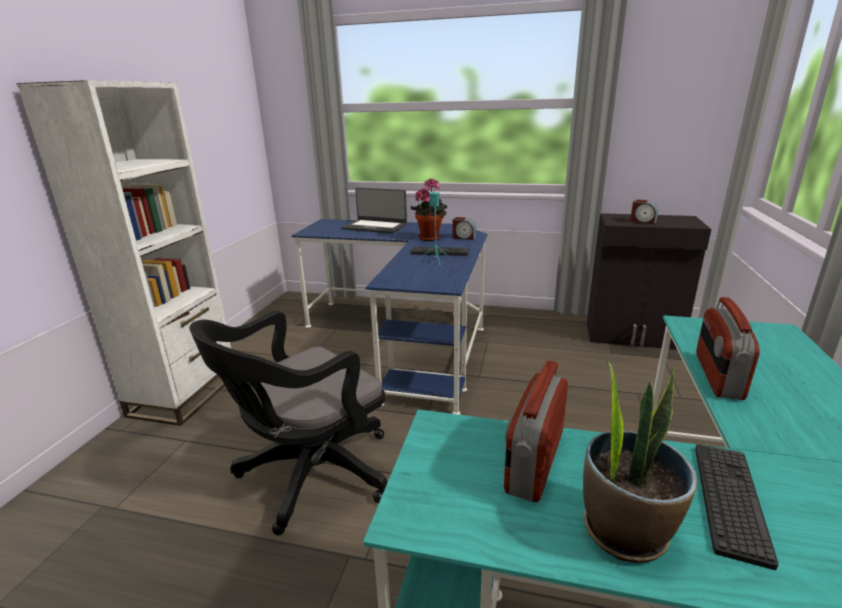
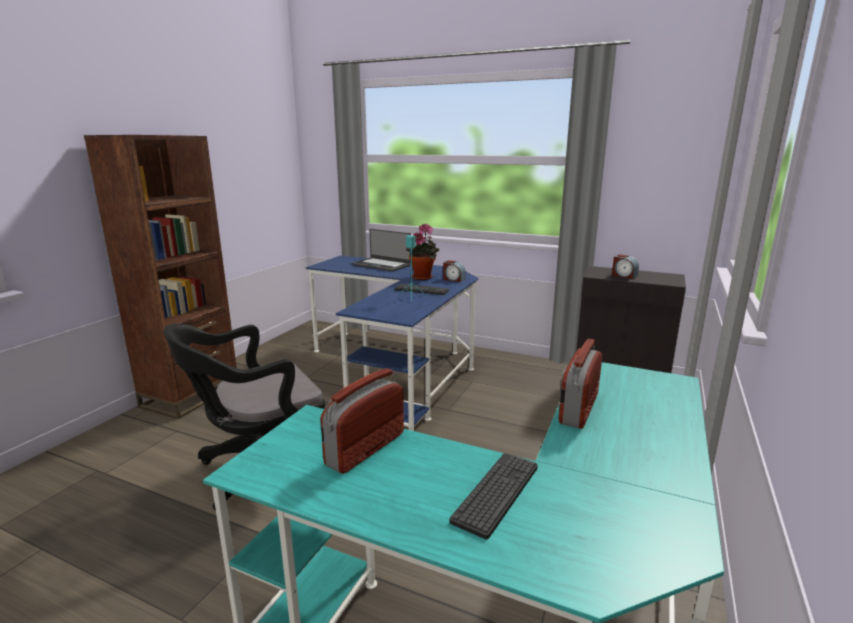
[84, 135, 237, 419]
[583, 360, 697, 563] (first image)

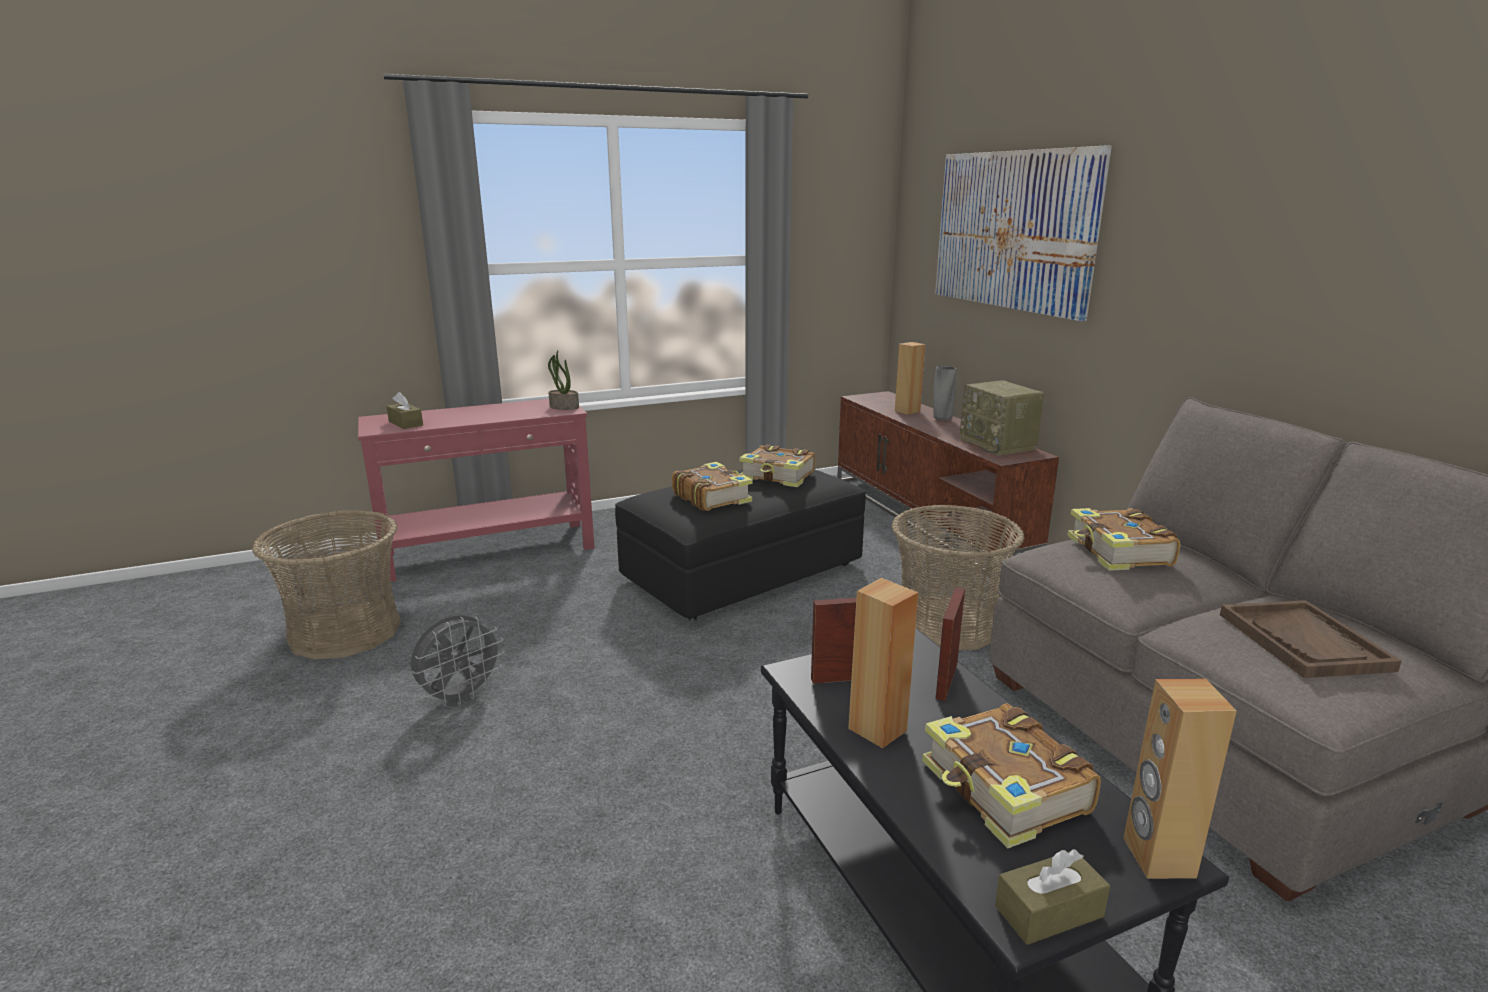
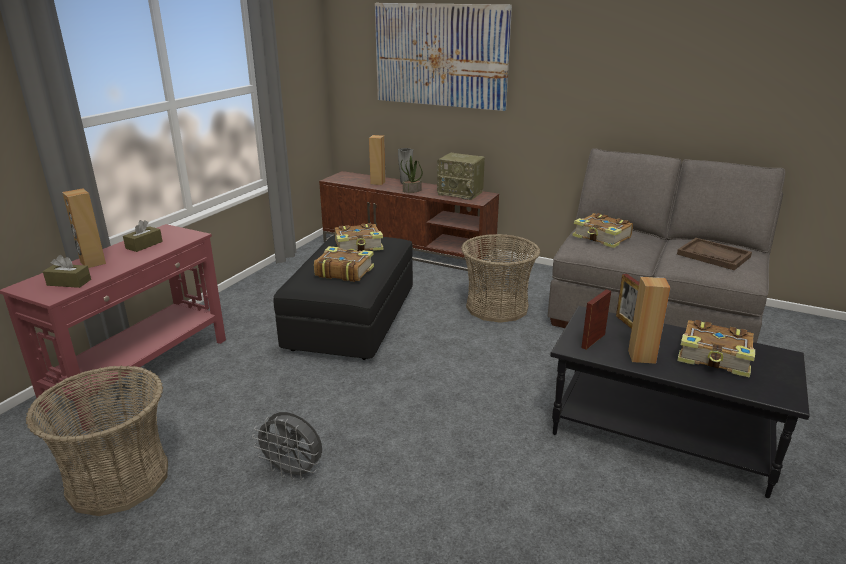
[252, 412, 322, 480]
[401, 156, 423, 193]
[123, 220, 163, 252]
[62, 189, 106, 268]

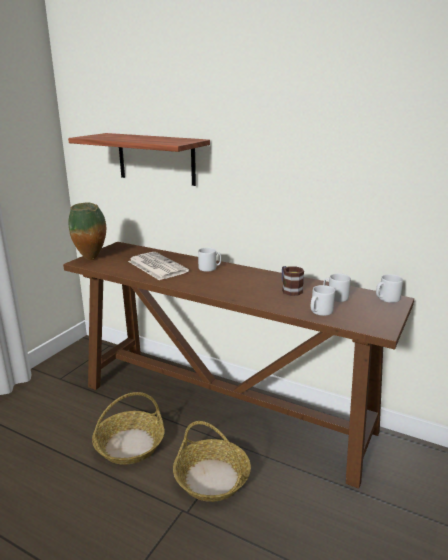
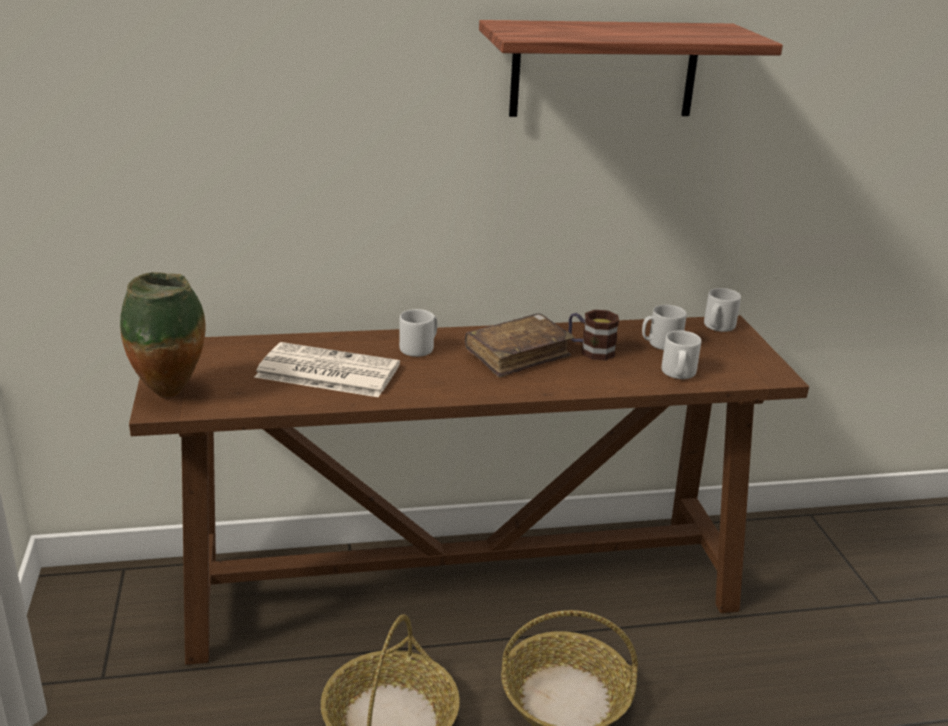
[479, 20, 783, 117]
[465, 313, 574, 378]

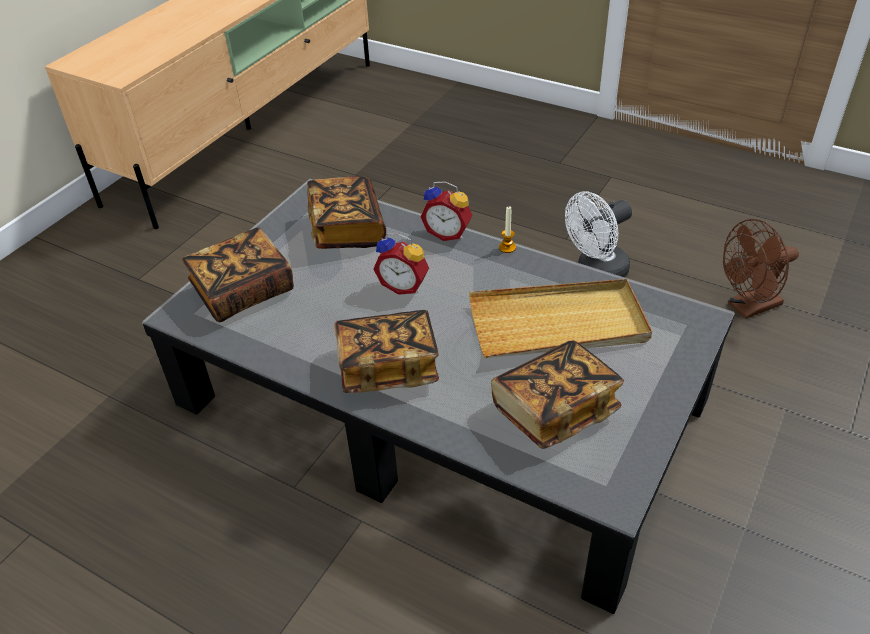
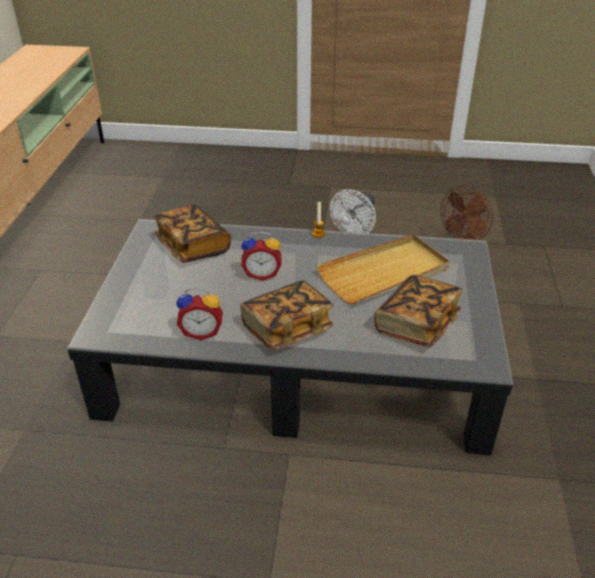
[182, 227, 294, 322] (first image)
[176, 288, 223, 340]

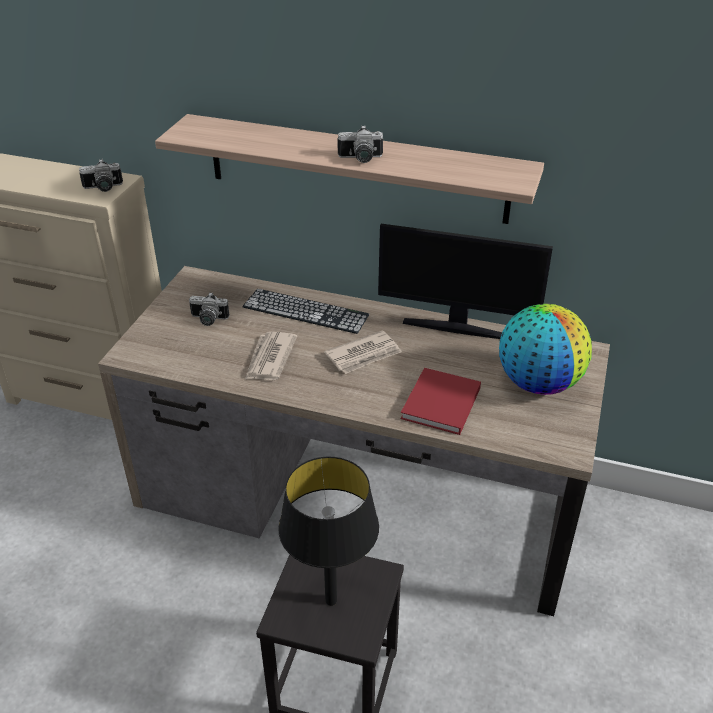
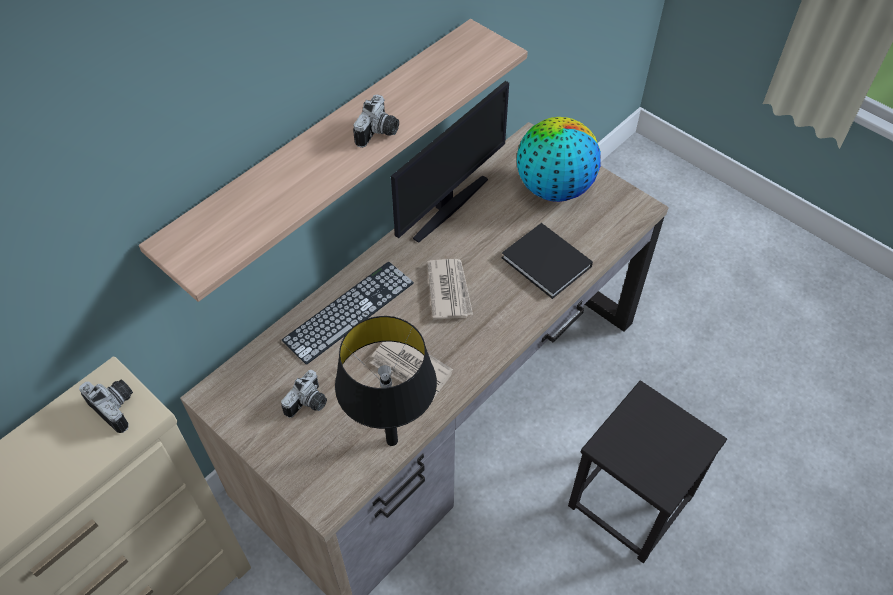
[79, 380, 133, 433]
[335, 316, 437, 446]
[501, 223, 593, 299]

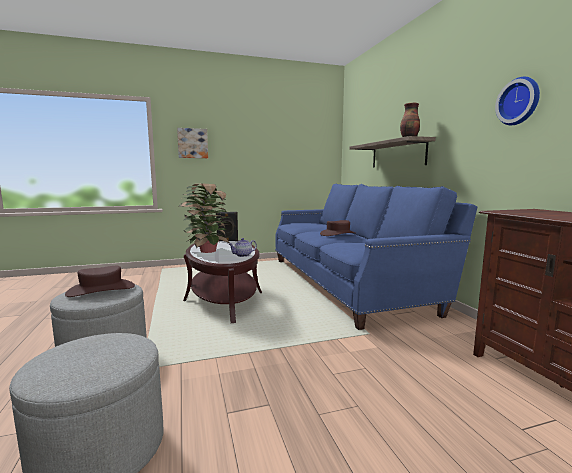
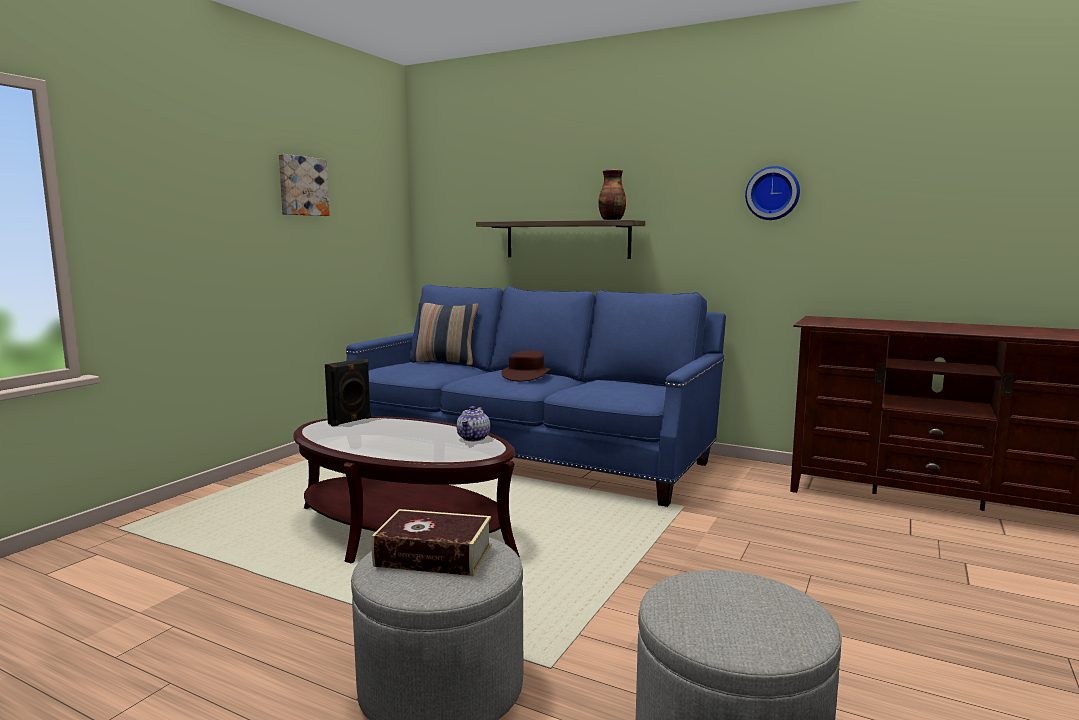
[372, 509, 492, 576]
[279, 154, 330, 216]
[179, 184, 230, 253] (first image)
[412, 302, 479, 366]

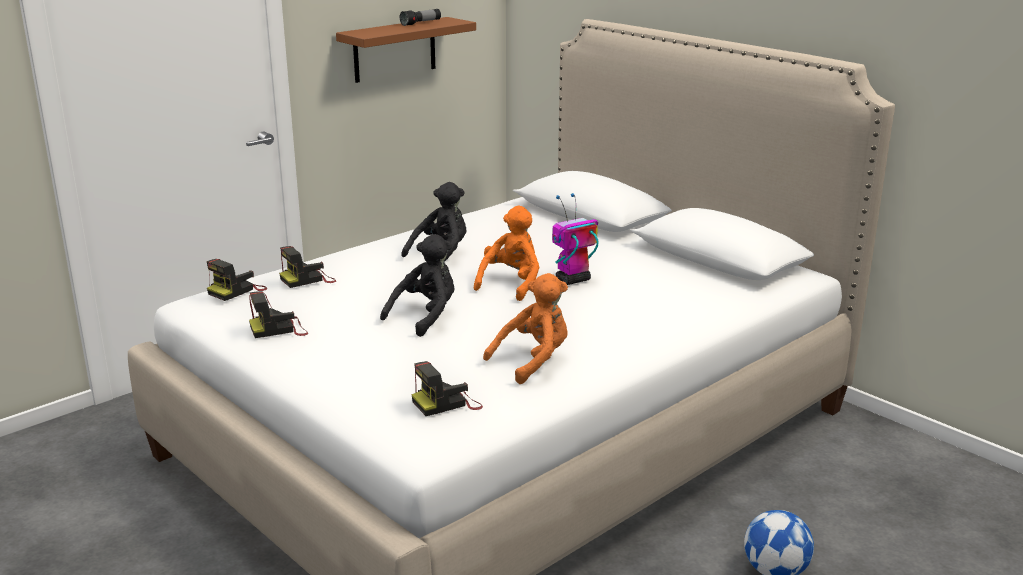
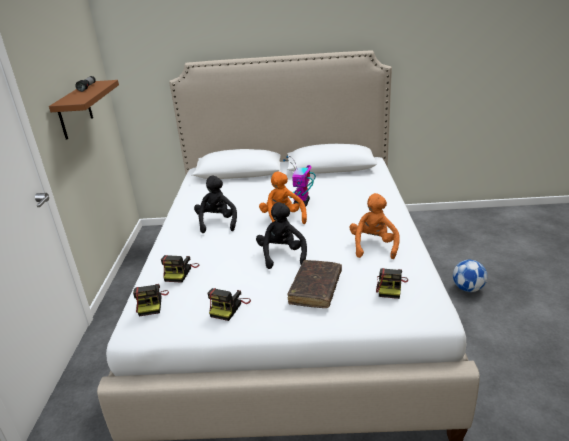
[287, 260, 342, 308]

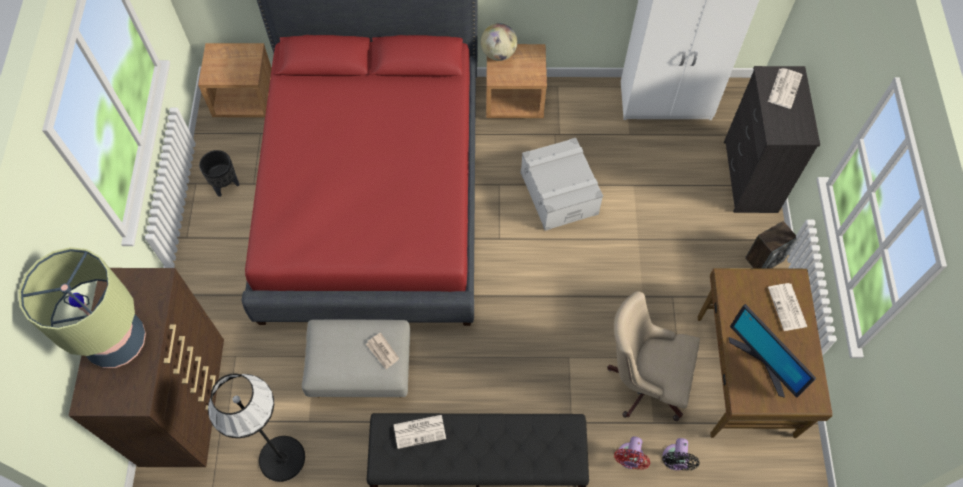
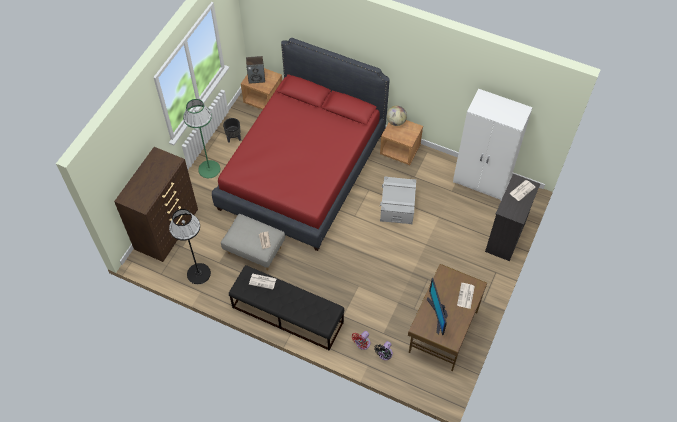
[18, 247, 146, 368] (first image)
[607, 291, 700, 421] (first image)
[246, 56, 265, 84]
[183, 99, 220, 178]

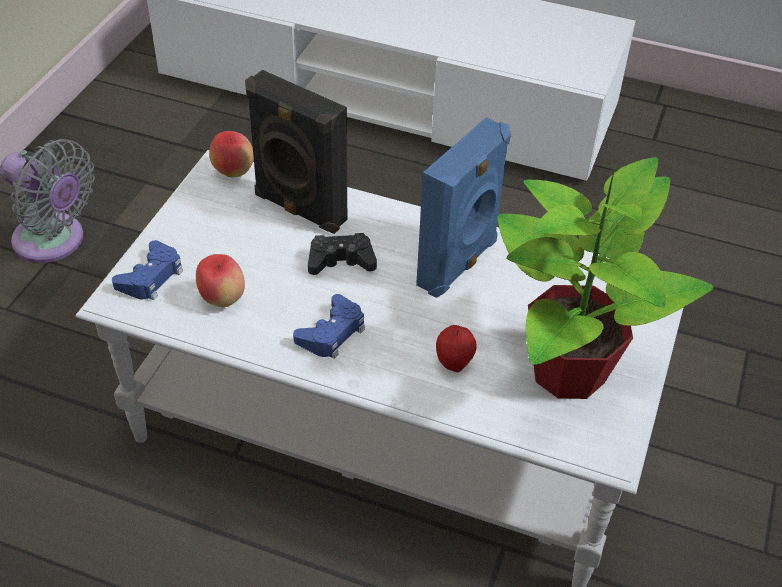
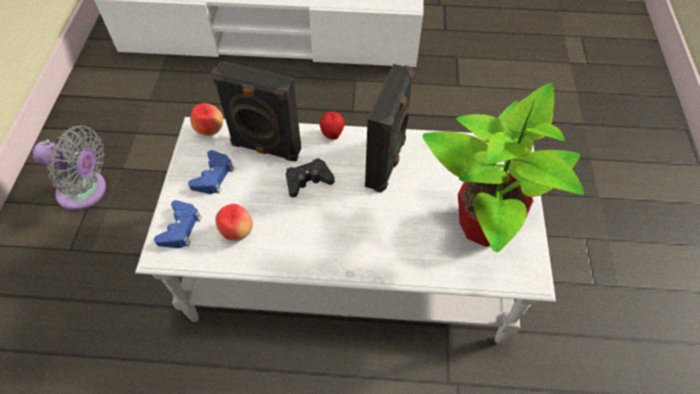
[188, 150, 234, 194]
[365, 64, 414, 193]
[320, 111, 344, 140]

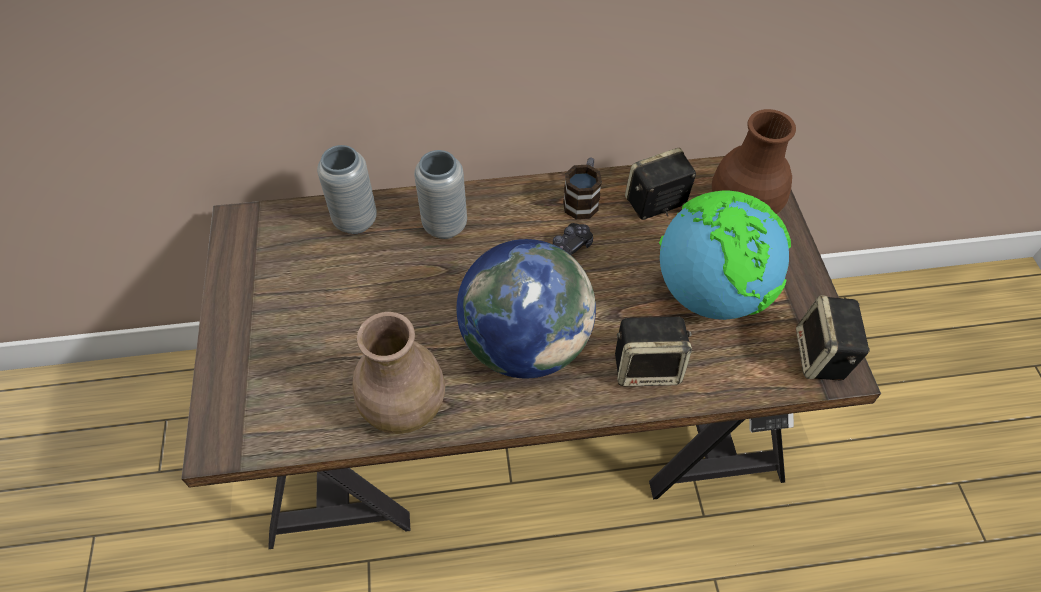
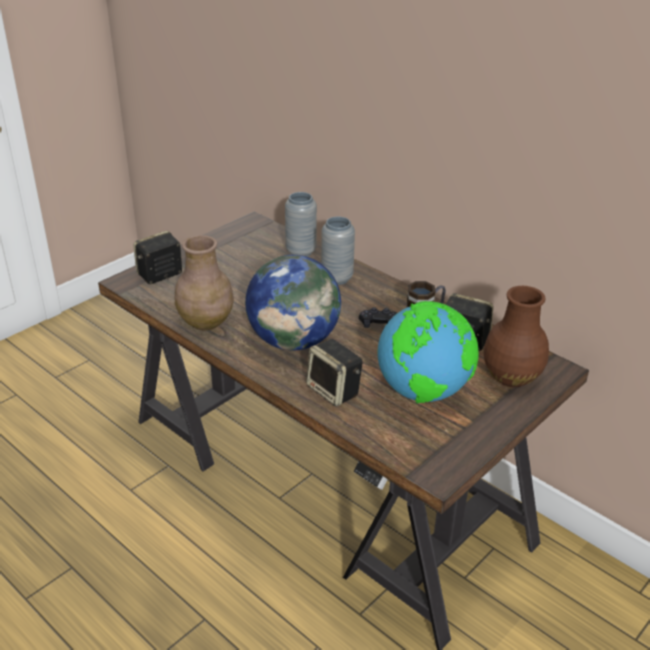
[133, 231, 182, 284]

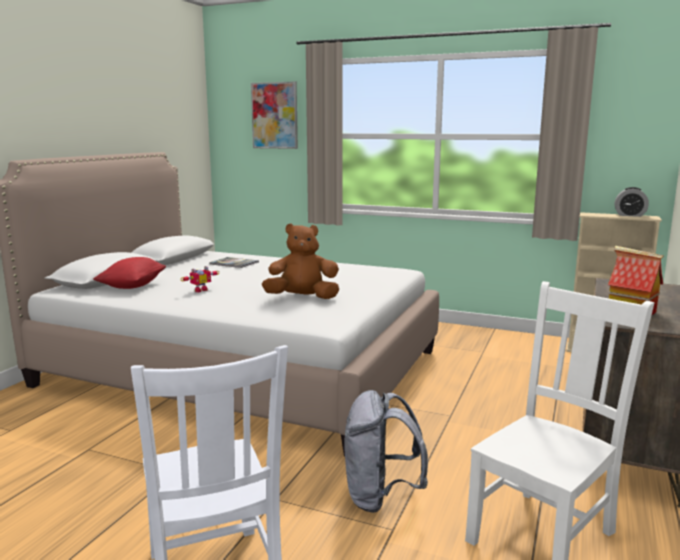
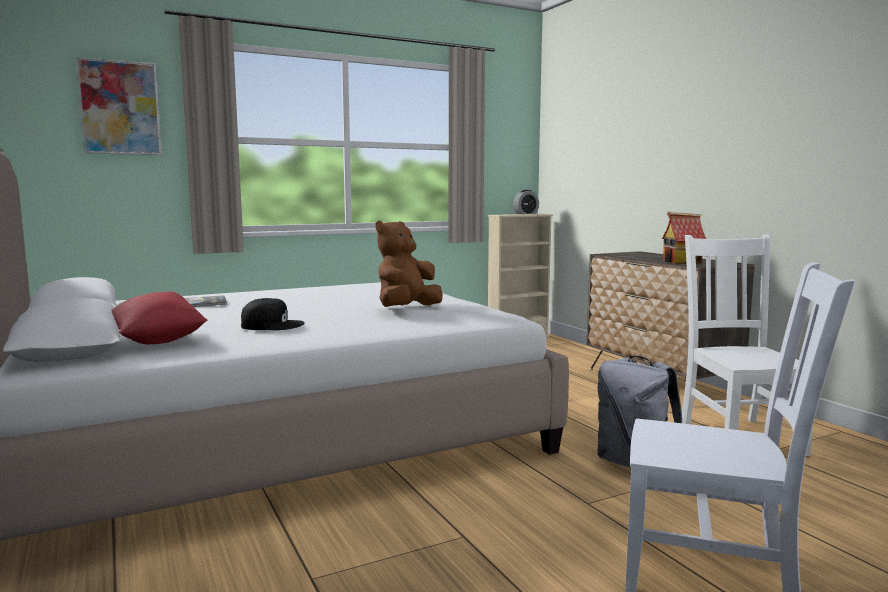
[241, 298, 305, 330]

